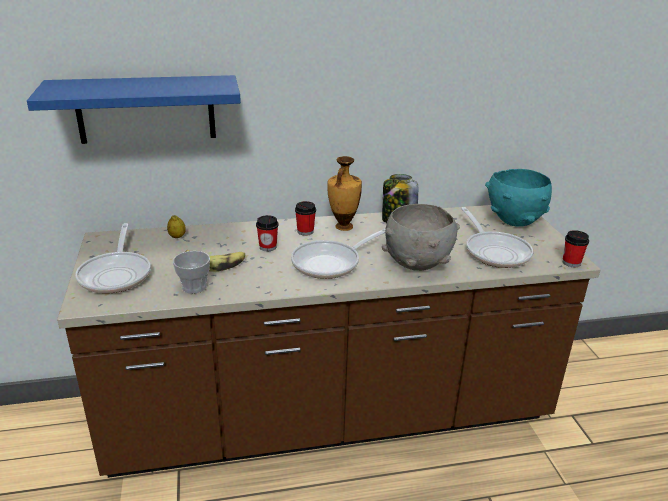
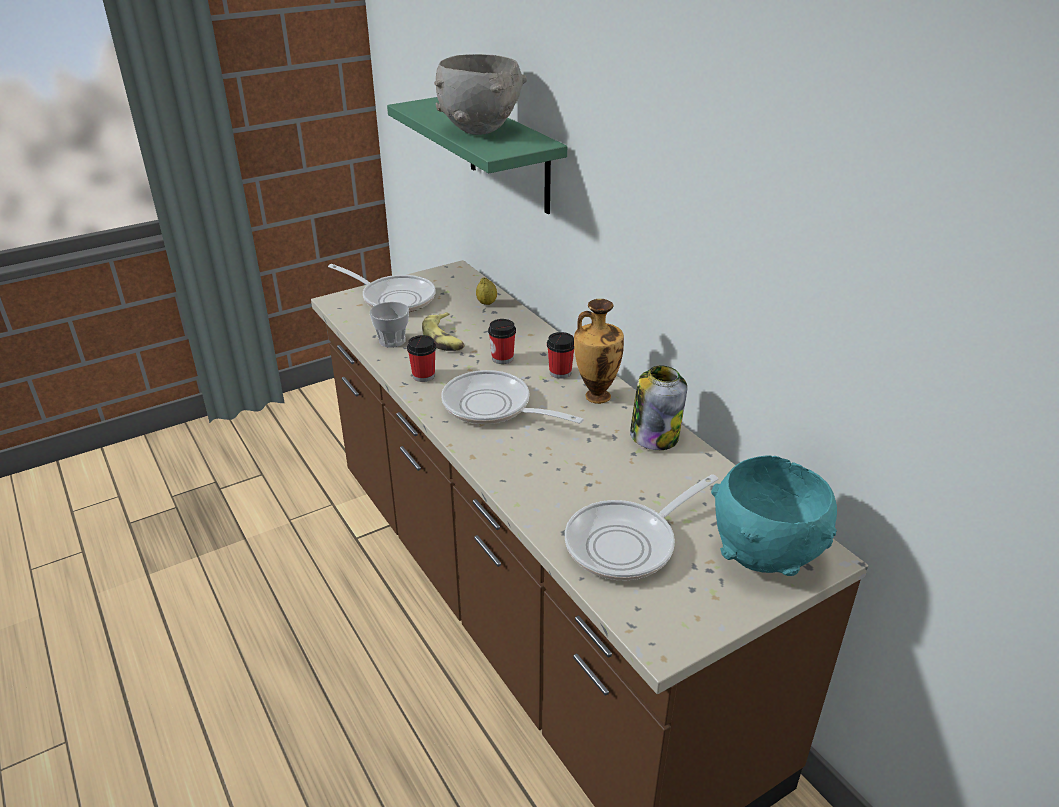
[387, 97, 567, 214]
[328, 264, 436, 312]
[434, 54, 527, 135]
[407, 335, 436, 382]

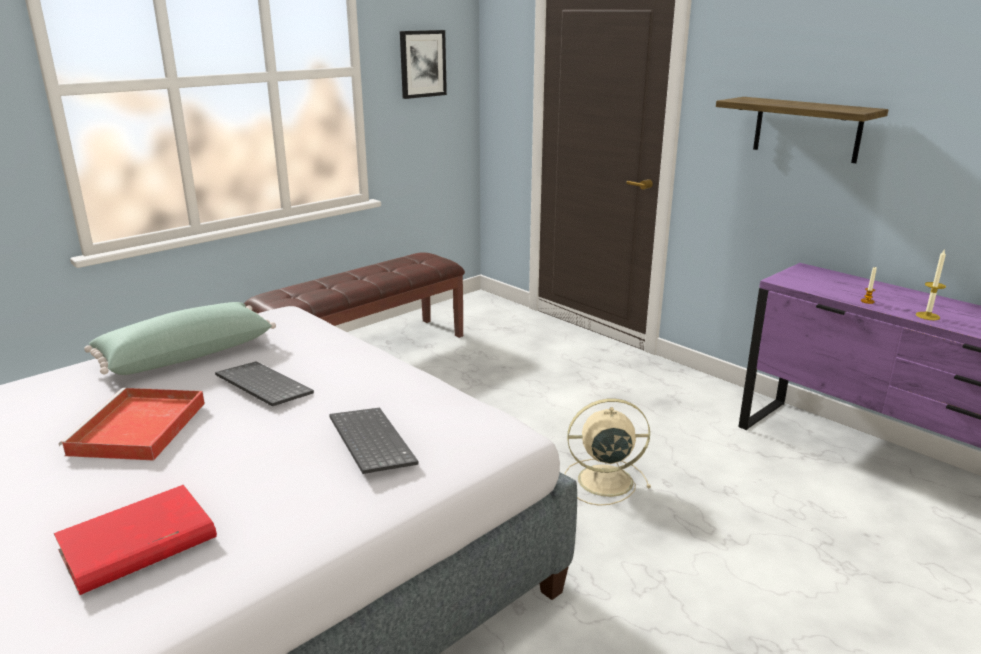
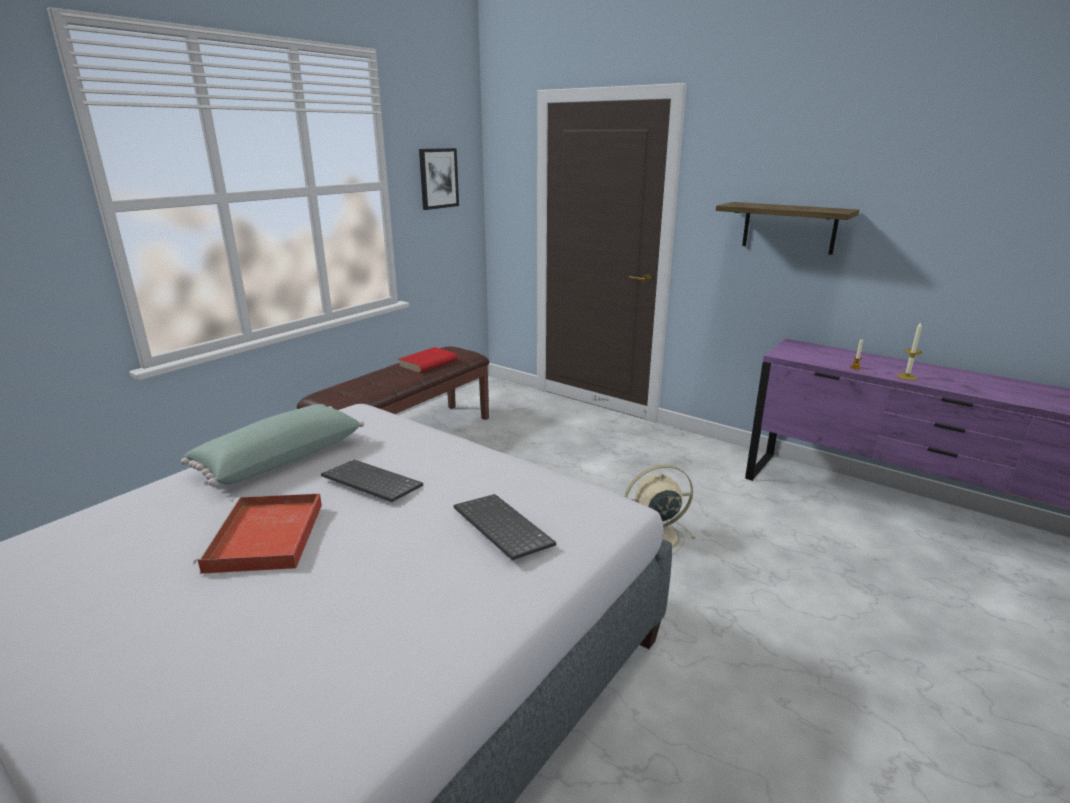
[399, 347, 458, 373]

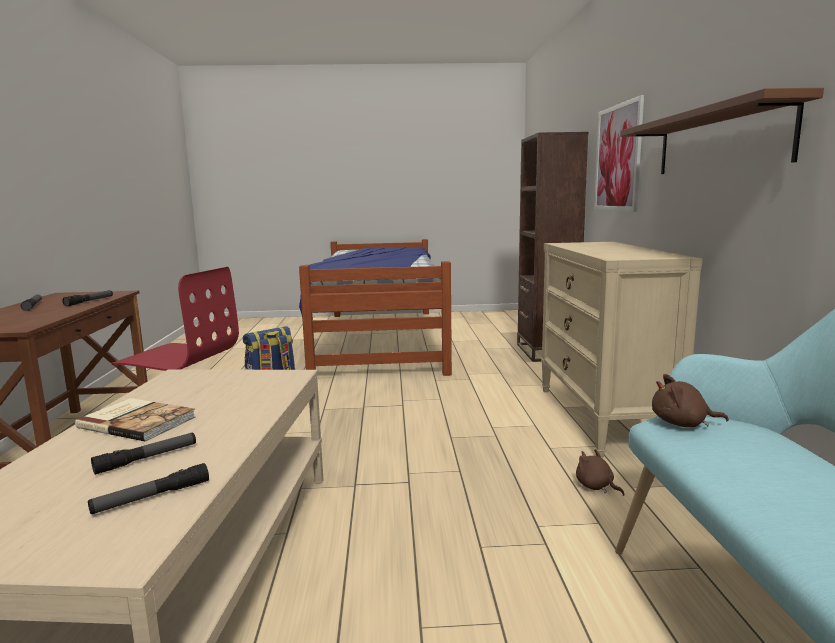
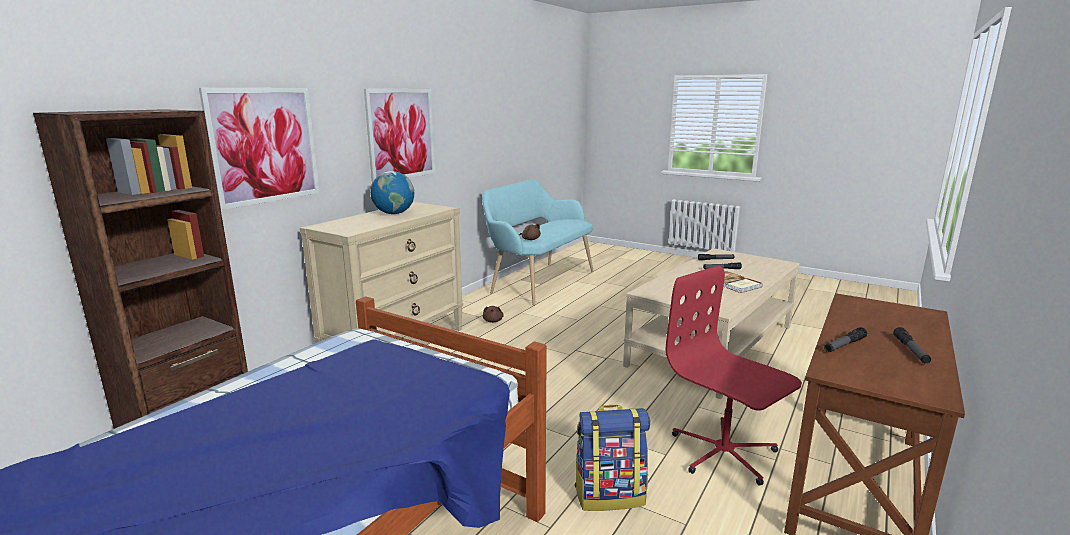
[364, 89, 435, 183]
[370, 171, 414, 214]

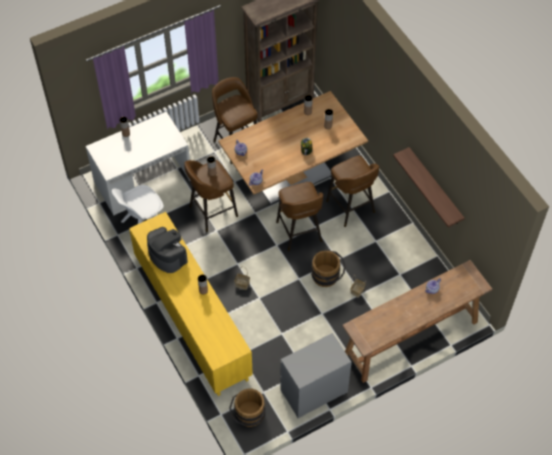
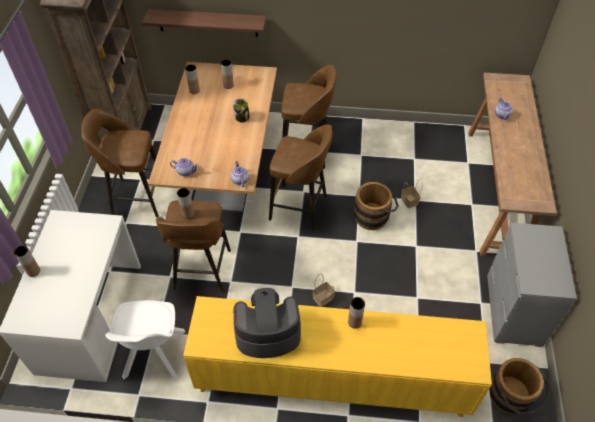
[142, 9, 266, 37]

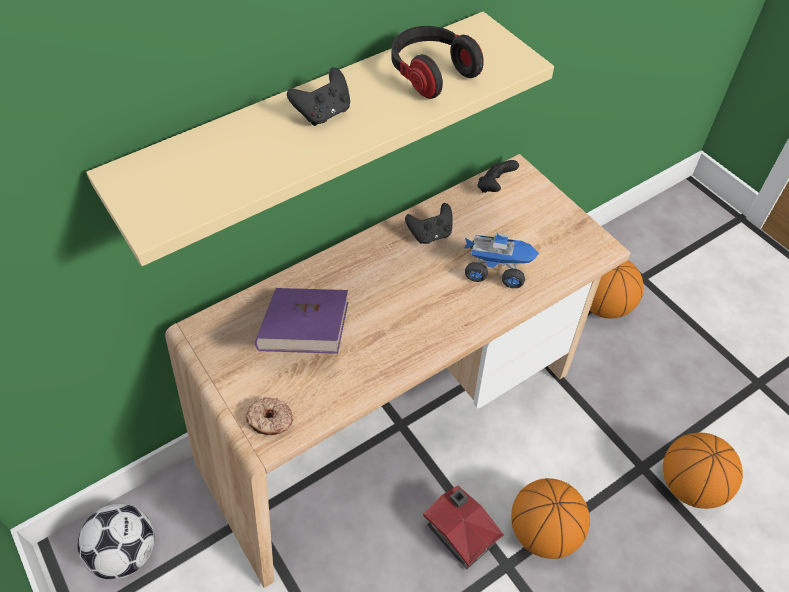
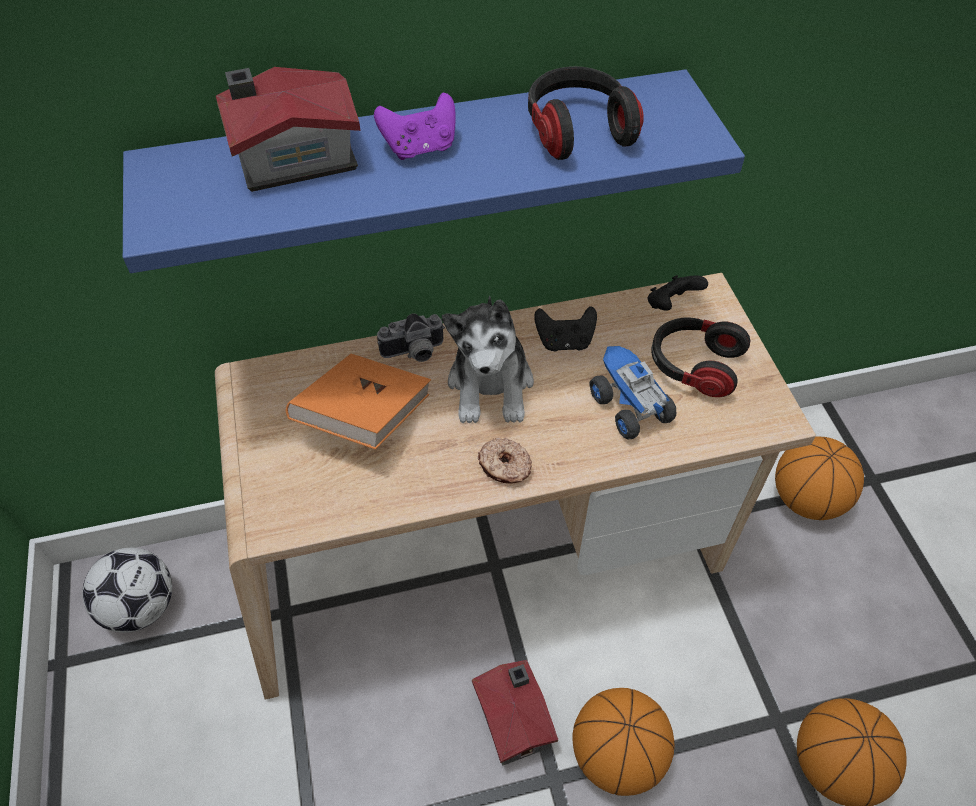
[123, 69, 745, 273]
[478, 438, 532, 484]
[286, 354, 431, 450]
[374, 93, 456, 160]
[589, 346, 677, 439]
[216, 67, 360, 192]
[377, 313, 445, 362]
[442, 296, 534, 423]
[651, 318, 751, 397]

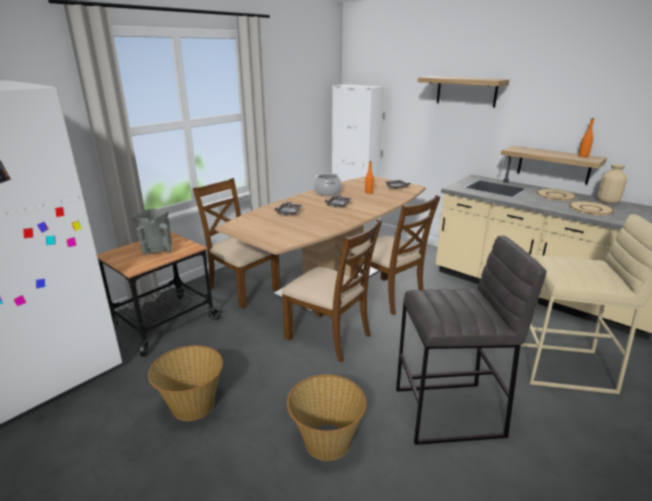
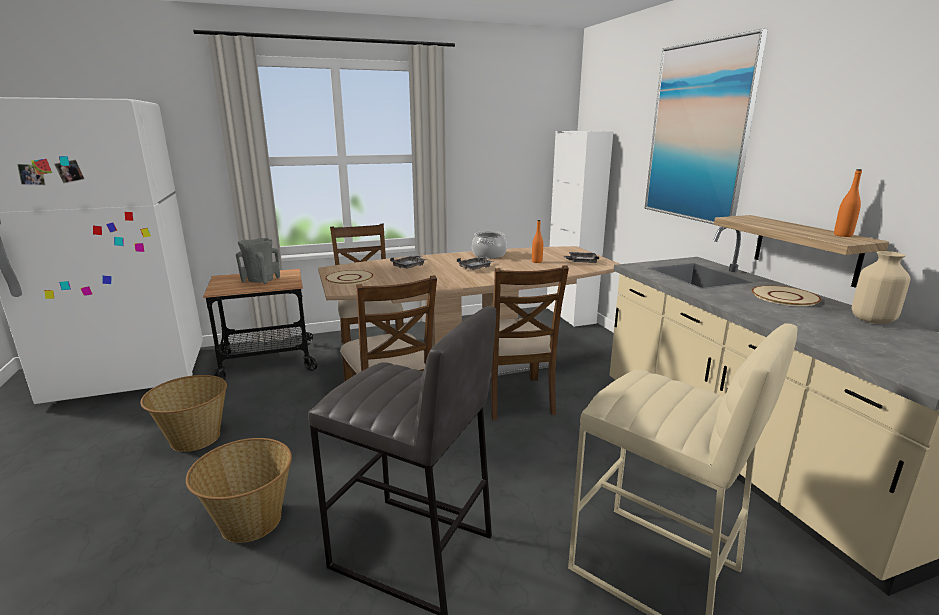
[645, 29, 768, 224]
[325, 270, 373, 285]

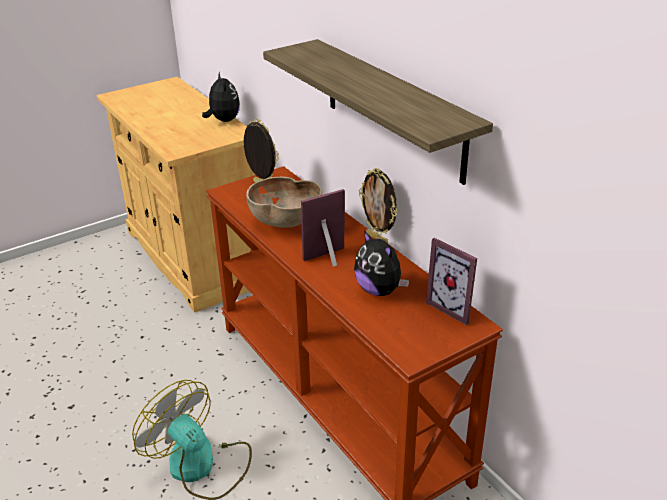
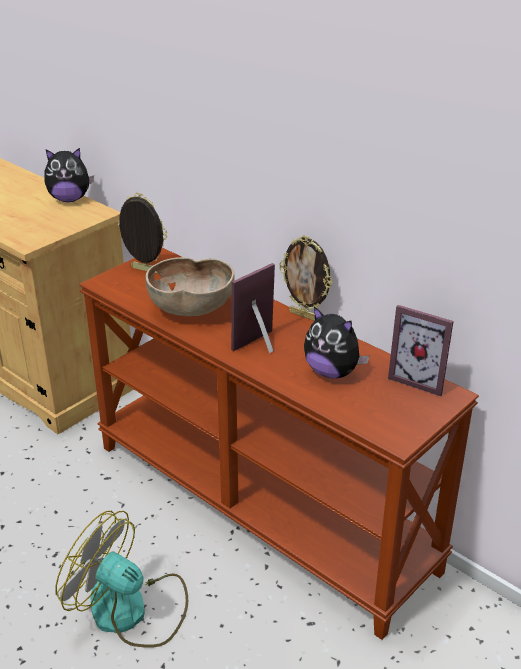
[44, 148, 94, 202]
[263, 39, 493, 185] (first image)

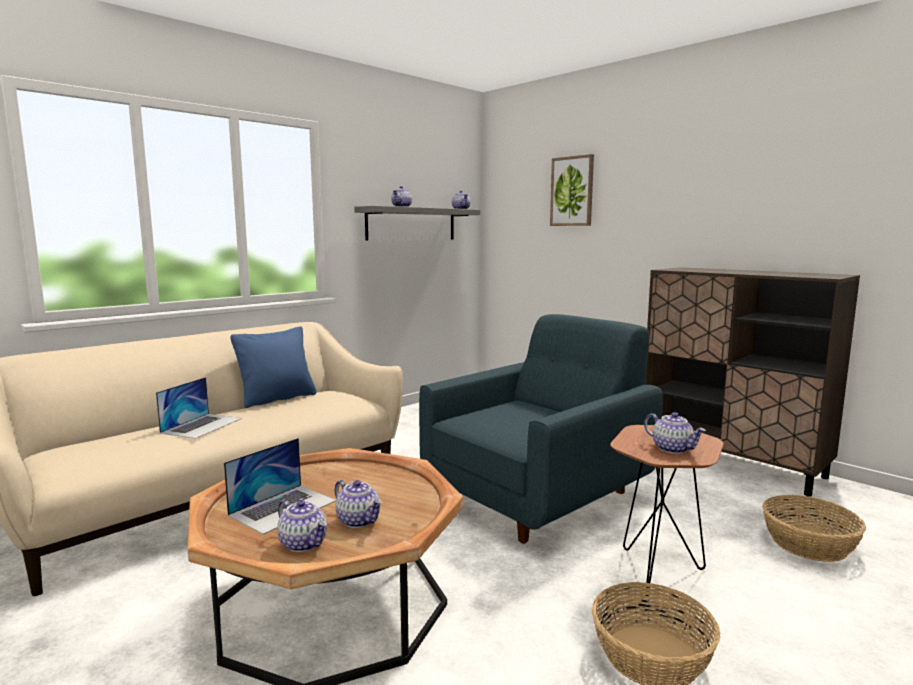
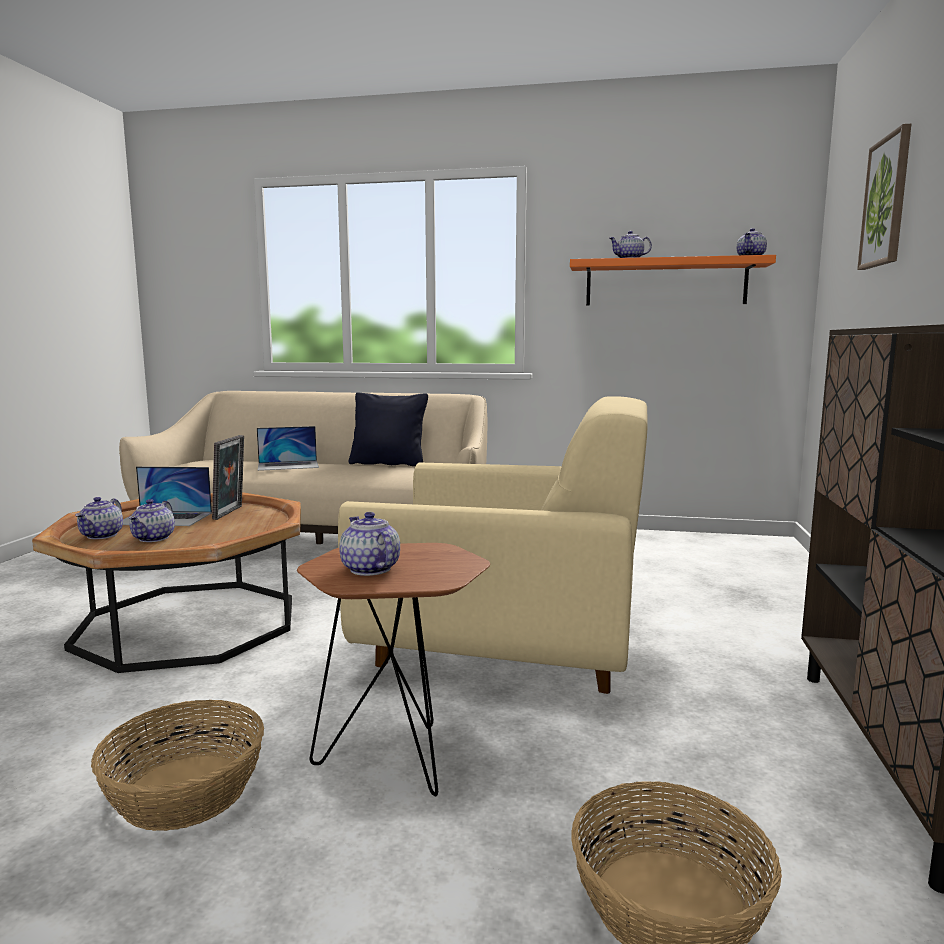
[349, 392, 428, 466]
[570, 255, 776, 306]
[338, 396, 648, 694]
[339, 512, 400, 576]
[212, 435, 244, 520]

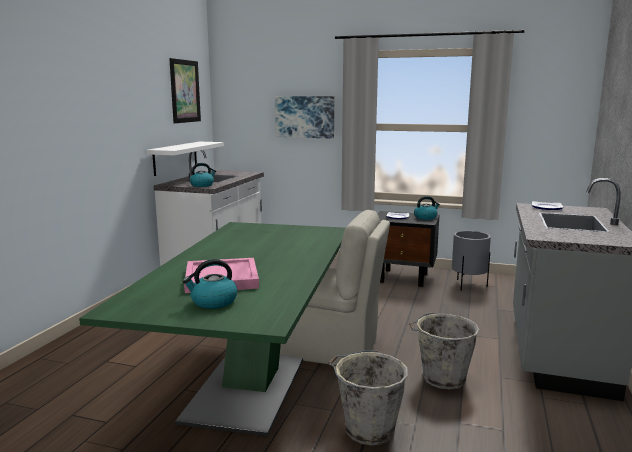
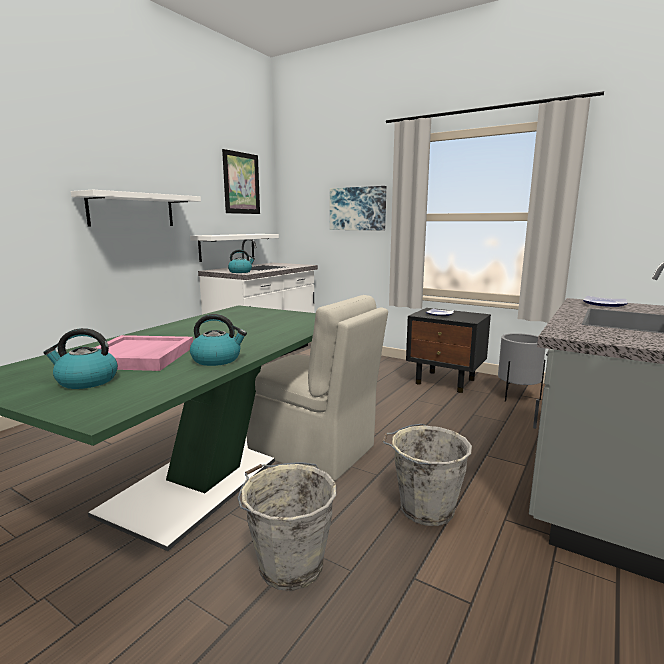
[190, 314, 247, 366]
[71, 190, 201, 227]

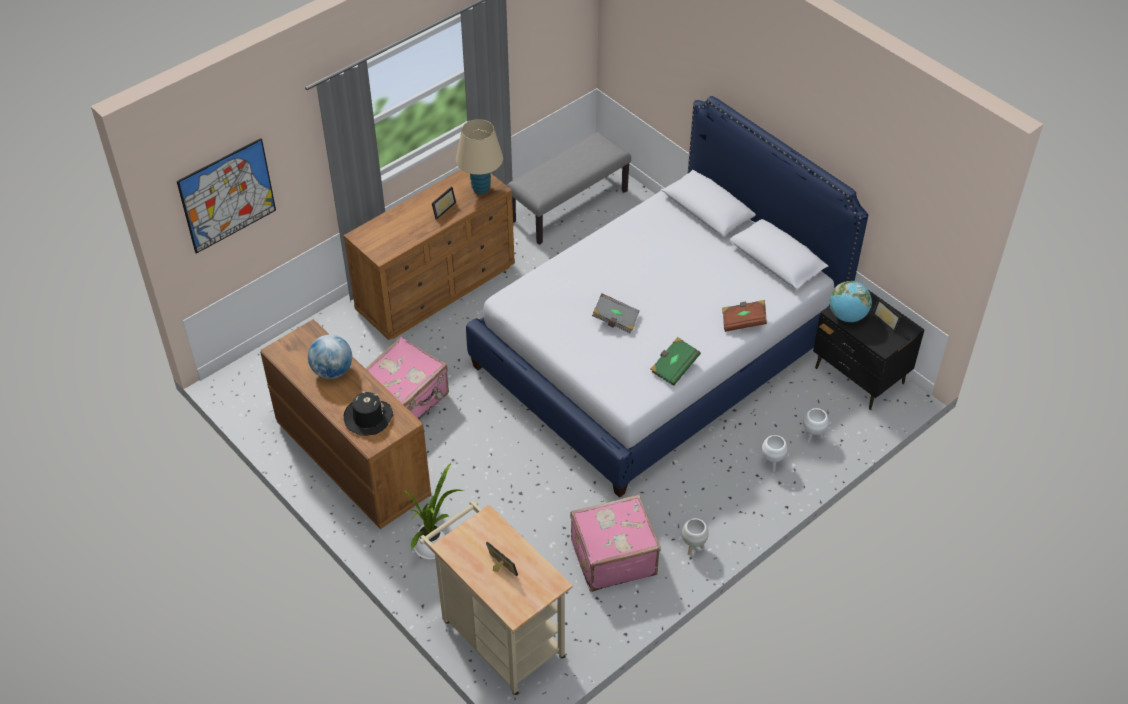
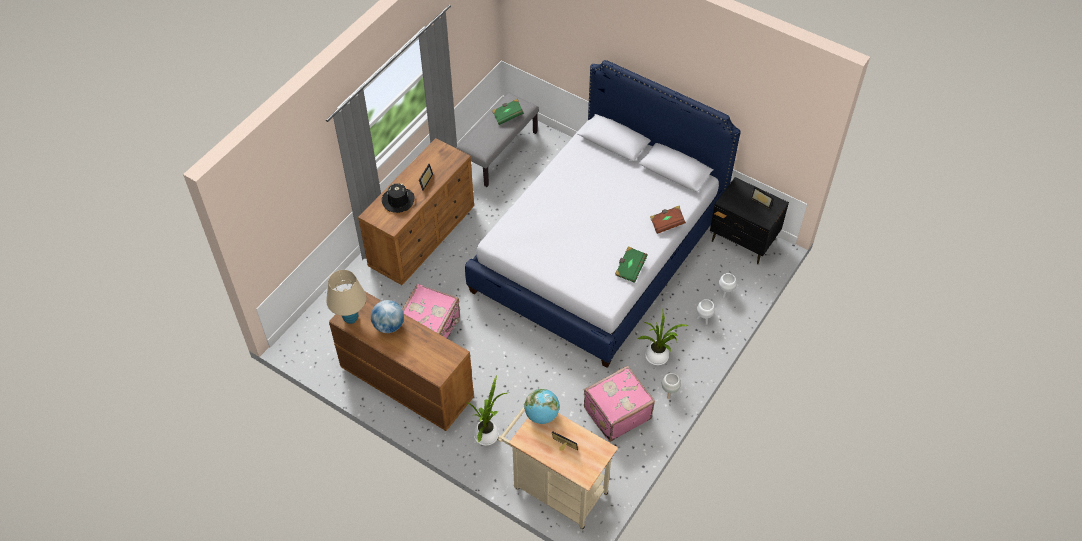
[177, 138, 276, 254] (first image)
[382, 183, 415, 213]
[326, 270, 366, 324]
[592, 294, 639, 333] (first image)
[524, 389, 560, 424]
[492, 99, 524, 125]
[638, 310, 689, 365]

